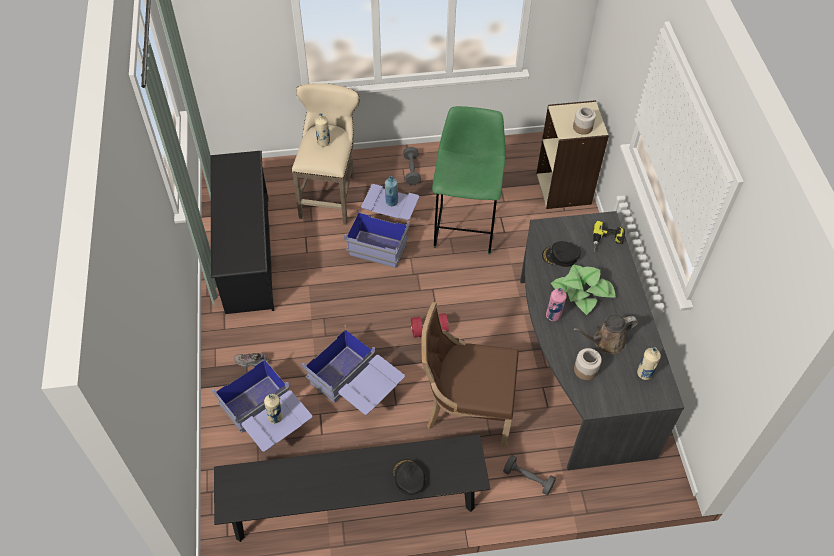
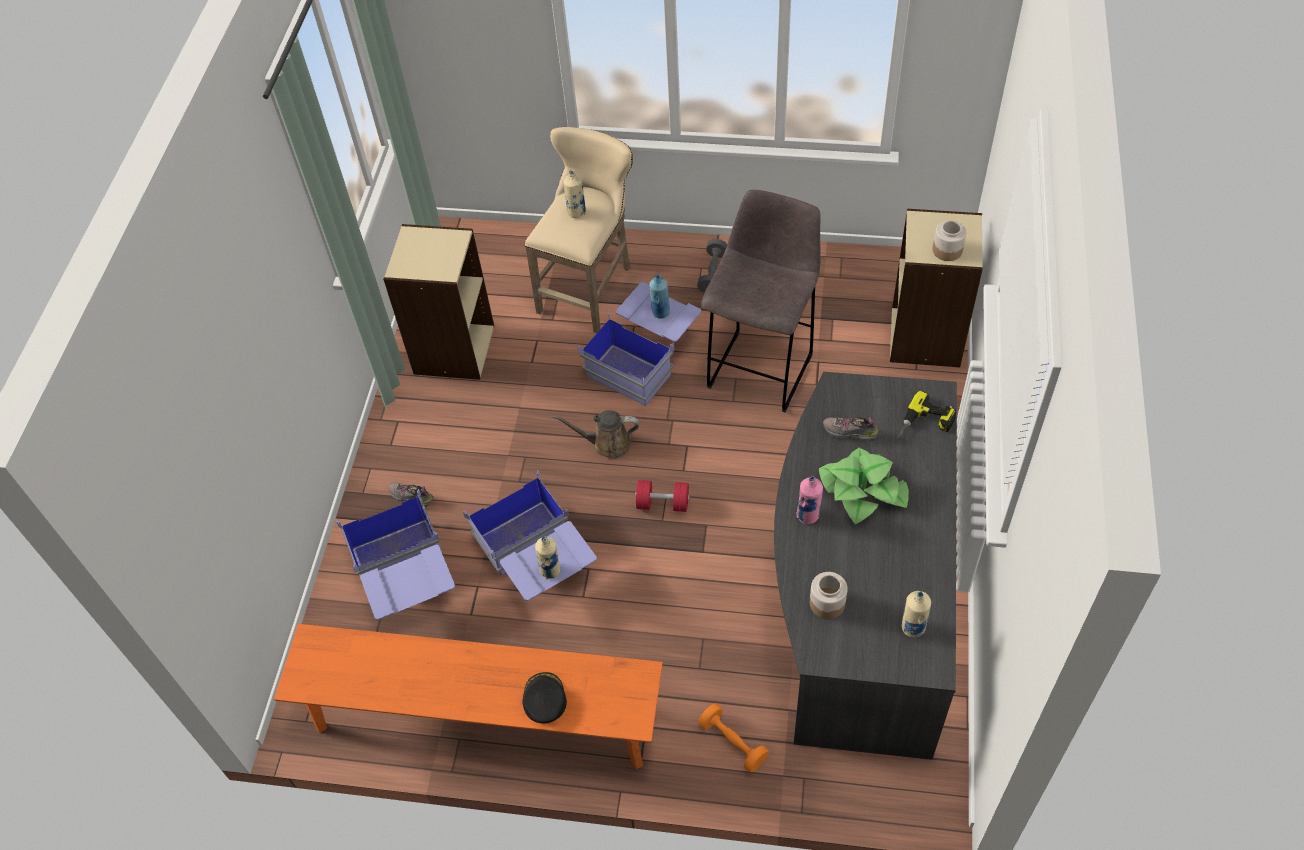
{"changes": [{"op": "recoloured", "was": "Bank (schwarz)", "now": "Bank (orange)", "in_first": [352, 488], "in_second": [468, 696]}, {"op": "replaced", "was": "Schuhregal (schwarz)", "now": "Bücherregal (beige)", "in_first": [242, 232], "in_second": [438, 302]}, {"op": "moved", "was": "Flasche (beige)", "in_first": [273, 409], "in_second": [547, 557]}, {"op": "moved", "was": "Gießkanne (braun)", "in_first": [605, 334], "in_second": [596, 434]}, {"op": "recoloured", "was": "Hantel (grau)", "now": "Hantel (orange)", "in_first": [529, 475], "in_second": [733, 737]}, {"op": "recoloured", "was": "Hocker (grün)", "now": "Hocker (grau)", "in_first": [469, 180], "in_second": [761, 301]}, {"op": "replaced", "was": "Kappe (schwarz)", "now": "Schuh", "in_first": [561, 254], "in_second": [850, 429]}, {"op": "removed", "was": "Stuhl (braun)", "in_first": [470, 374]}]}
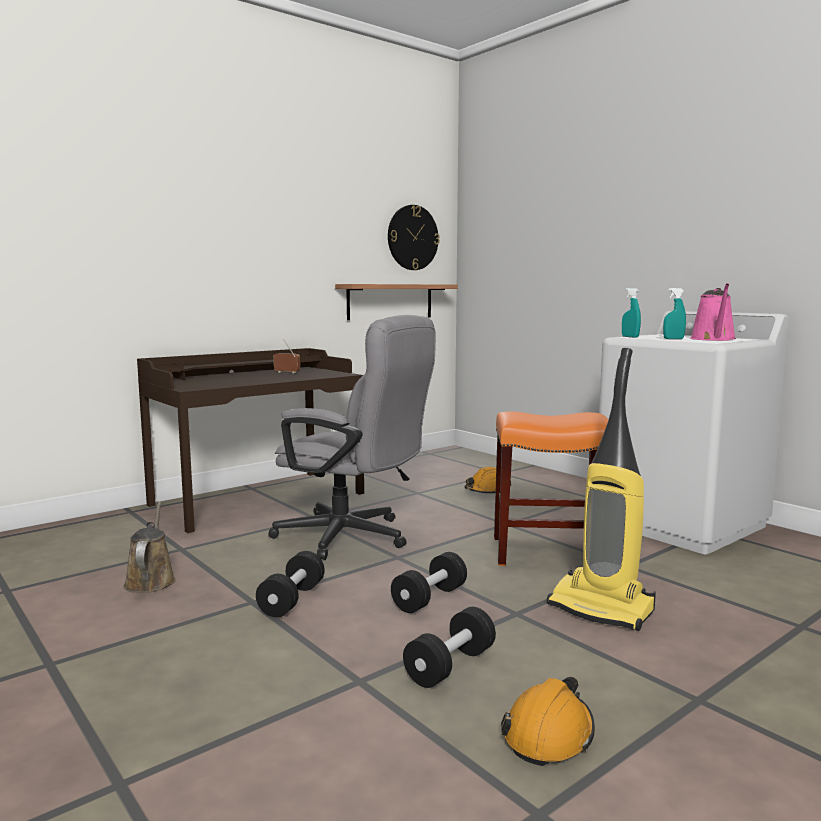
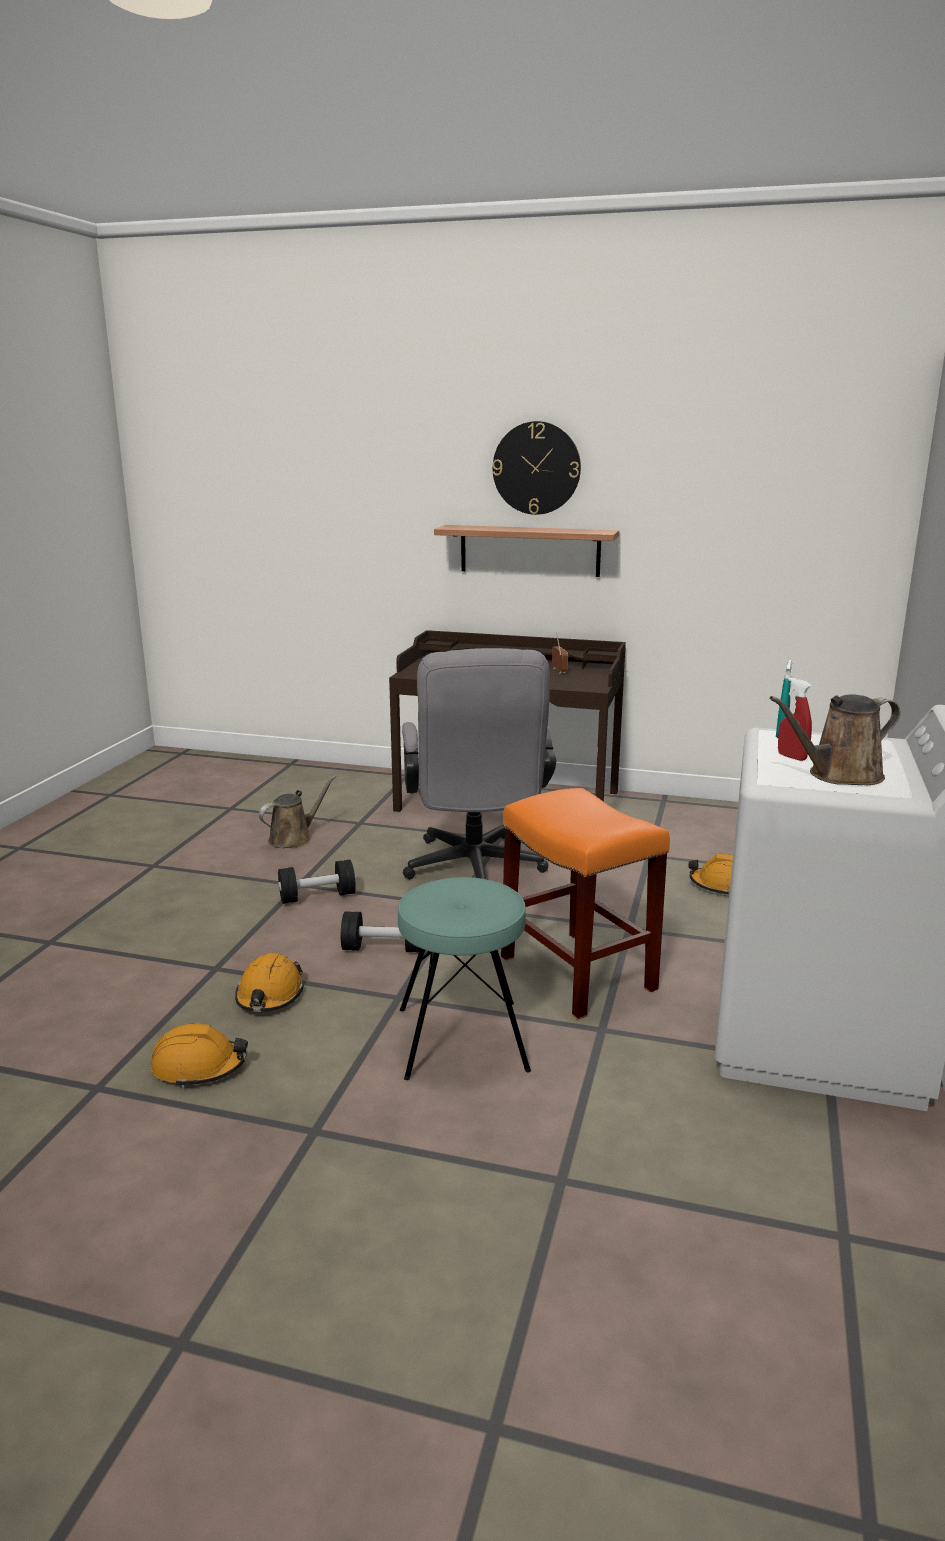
{"changes": [{"op": "replaced", "was": "Hantel (schwarz)", "now": "Schutzhelm (orange)", "in_first": [449, 647], "in_second": [269, 982]}, {"op": "replaced", "was": "Staubsauger", "now": "Hocker (türkis)", "in_first": [601, 489], "in_second": [464, 978]}, {"op": "moved", "was": "Wandregal", "in_first": [396, 302], "in_second": [526, 551]}, {"op": "moved", "was": "Wanduhr", "in_first": [414, 237], "in_second": [537, 468]}, {"op": "recoloured", "was": "Gießkanne (rosa)", "now": "Gießkanne (braun)", "in_first": [713, 312], "in_second": [835, 739]}, {"op": "recoloured", "was": "Sprühflasche (türkis)", "now": "Sprühflasche (rot)", "in_first": [674, 313], "in_second": [795, 719]}]}
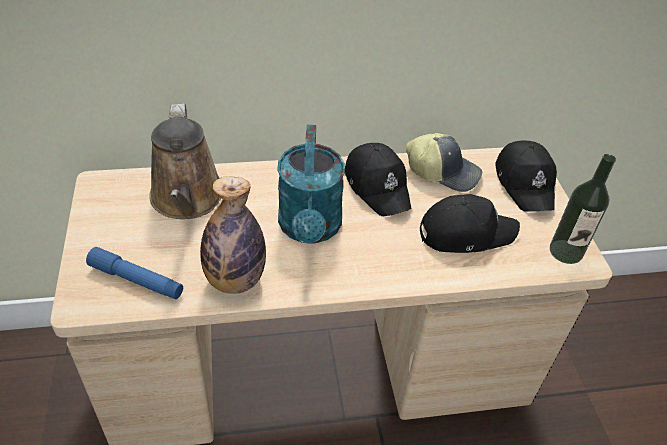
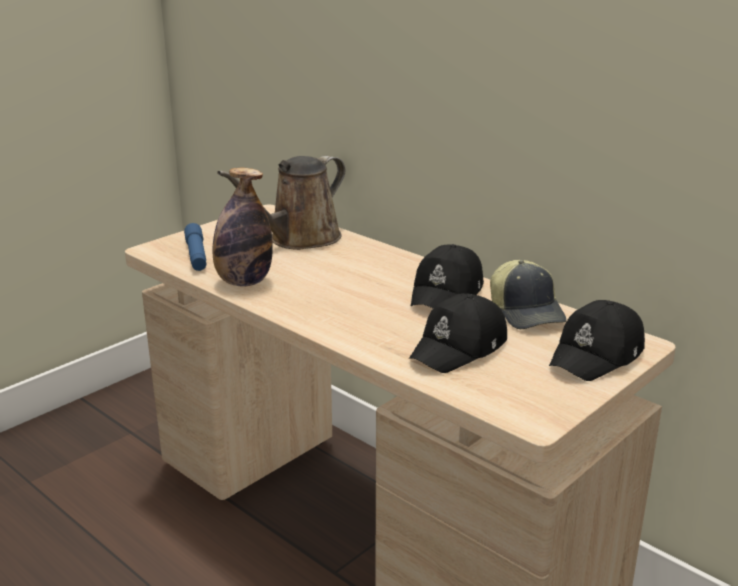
{"changes": [{"op": "turned", "was": "Kappe (schwarz)", "in_first": [470, 223], "in_second": [458, 333], "clockwise": 90}, {"op": "removed", "was": "Gießkanne (türkis)", "in_first": [311, 184]}, {"op": "removed", "was": "Flasche", "in_first": [583, 209]}]}
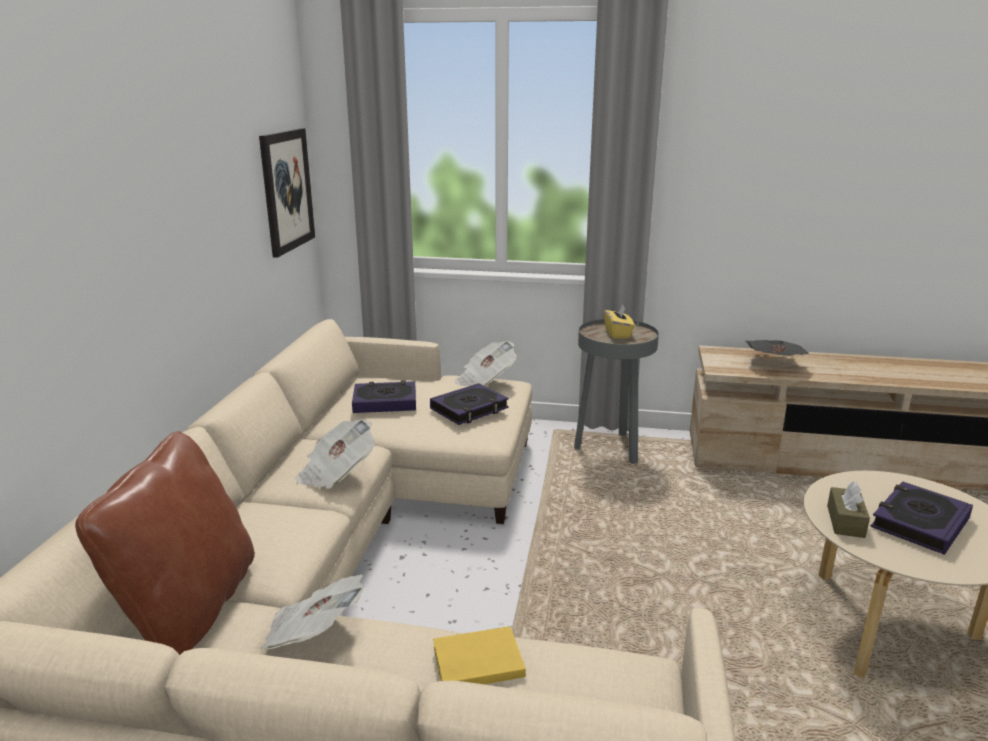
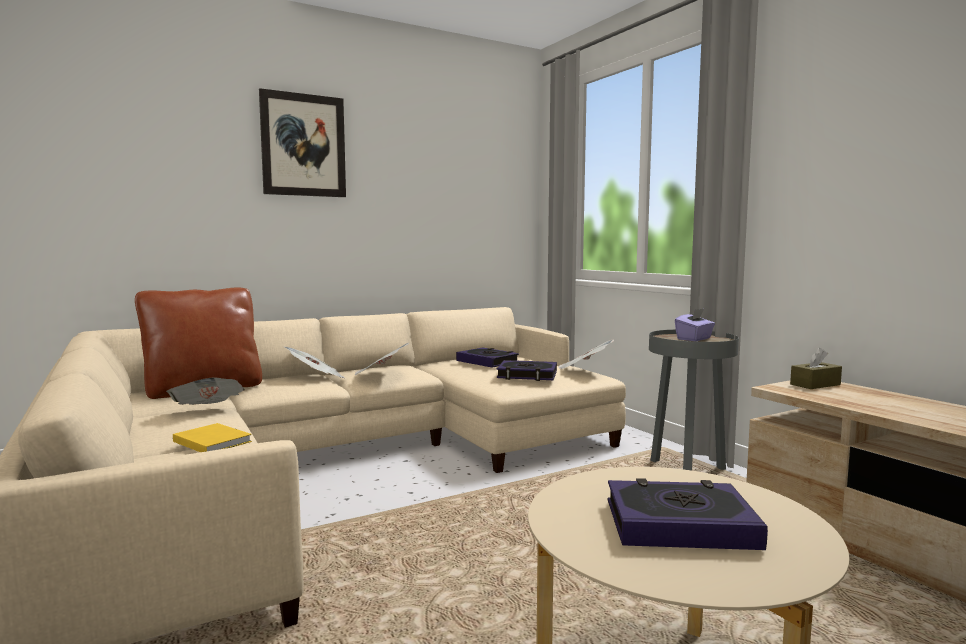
{"changes": [{"op": "moved", "was": "Bild", "in_first": [287, 193], "in_second": [302, 142]}, {"op": "moved", "was": "Zeitung", "in_first": [776, 348], "in_second": [314, 362]}, {"op": "recoloured", "was": "Taschentuchbox (gelb)", "now": "Taschentuchbox (lila)", "in_first": [619, 321], "in_second": [695, 325]}, {"op": "moved", "was": "Taschentuchbox (braun)", "in_first": [848, 509], "in_second": [816, 368]}]}
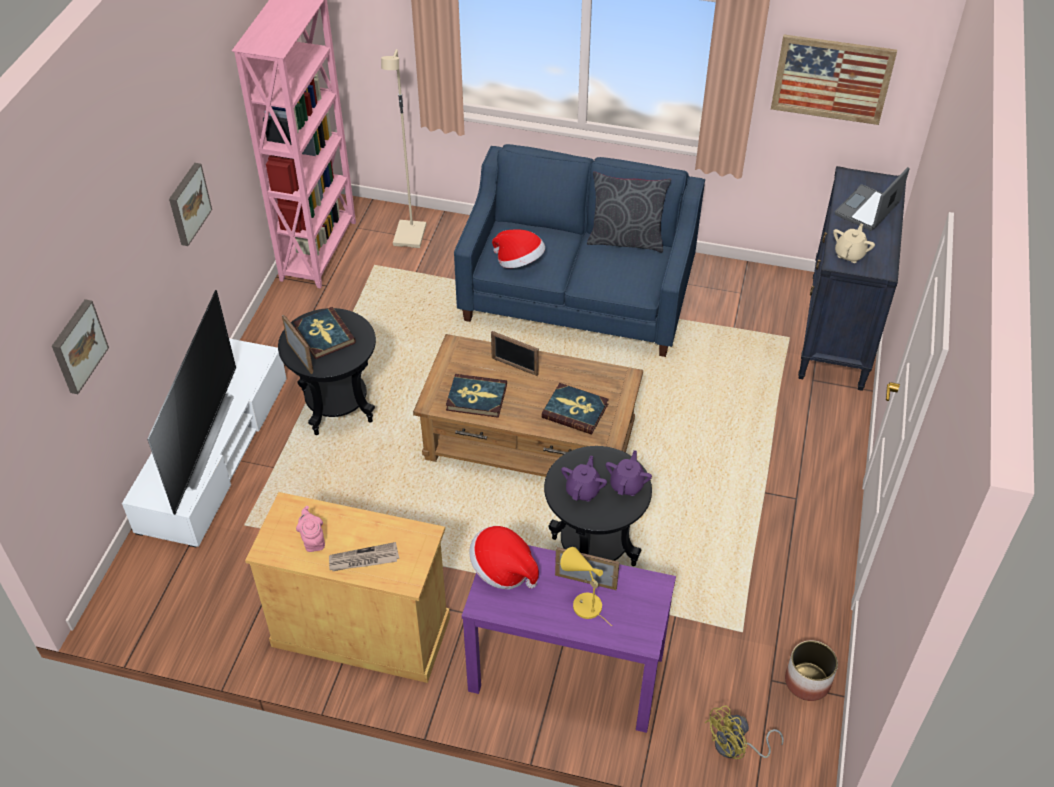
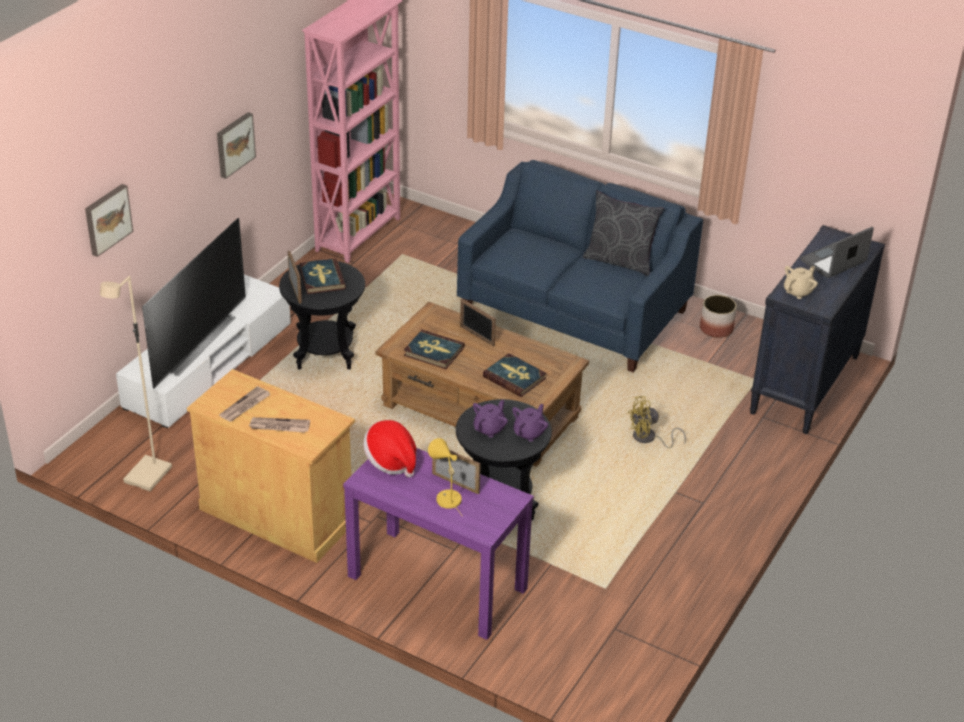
{"changes": [{"op": "moved", "was": "Stehlampe (beige)", "in_first": [403, 148], "in_second": [136, 383]}, {"op": "replaced", "was": "Teekanne (rosa)", "now": "Zeitung", "in_first": [310, 529], "in_second": [244, 404]}, {"op": "moved", "was": "Ventilator (gelb)", "in_first": [744, 732], "in_second": [657, 422]}, {"op": "moved", "was": "Pflanzkübel", "in_first": [811, 670], "in_second": [718, 316]}, {"op": "removed", "was": "Hut", "in_first": [518, 249]}, {"op": "removed", "was": "Bild", "in_first": [834, 80]}]}
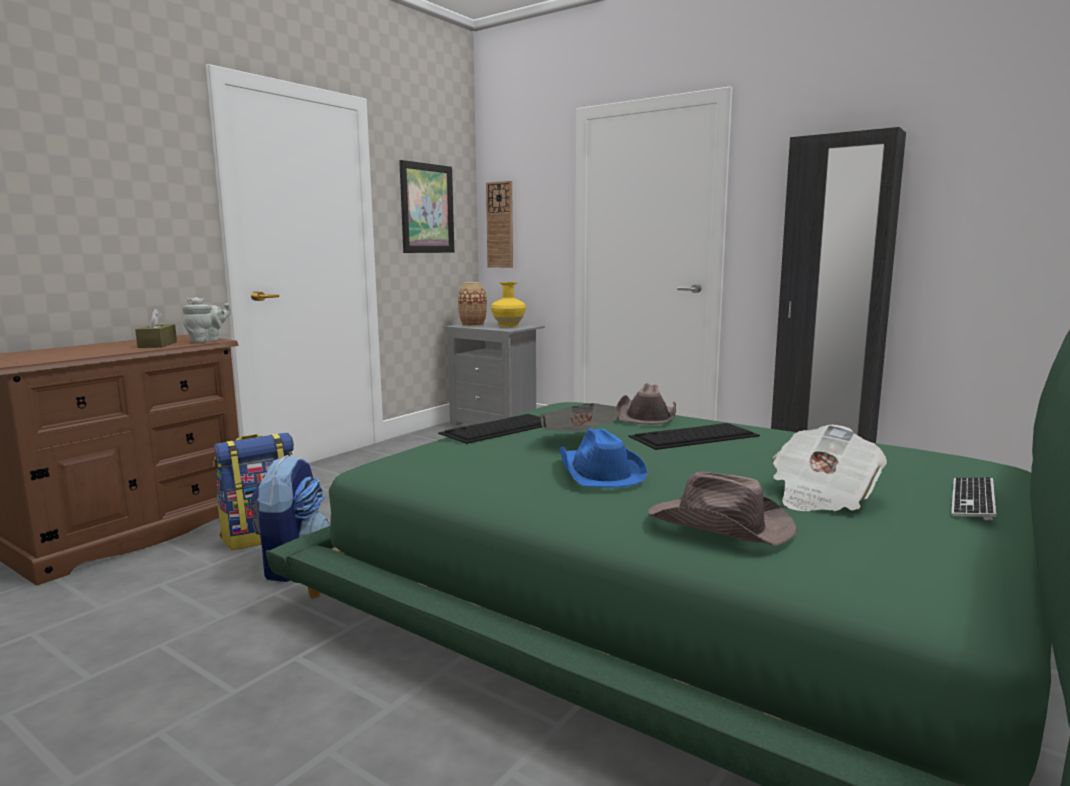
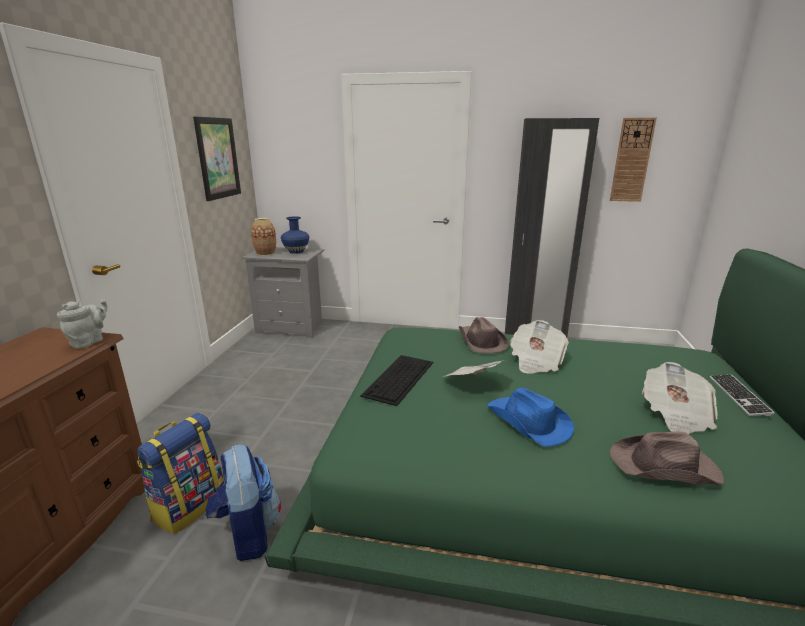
{"changes": [{"op": "recoloured", "was": "Vase (gelb)", "now": "Vase (blau)", "in_first": [508, 304], "in_second": [295, 235]}, {"op": "replaced", "was": "Tastatur", "now": "Zeitung", "in_first": [694, 436], "in_second": [539, 347]}, {"op": "moved", "was": "Wanduhr", "in_first": [499, 224], "in_second": [633, 160]}, {"op": "removed", "was": "Taschentuchbox (braun)", "in_first": [156, 328]}]}
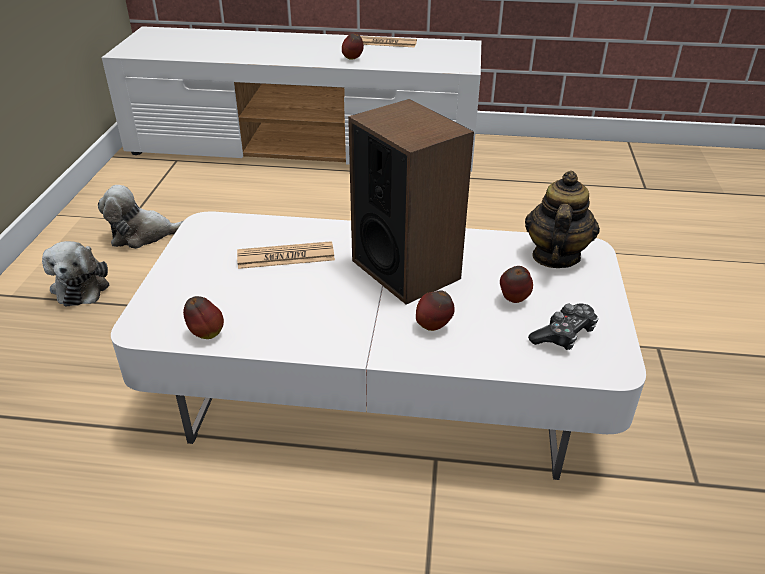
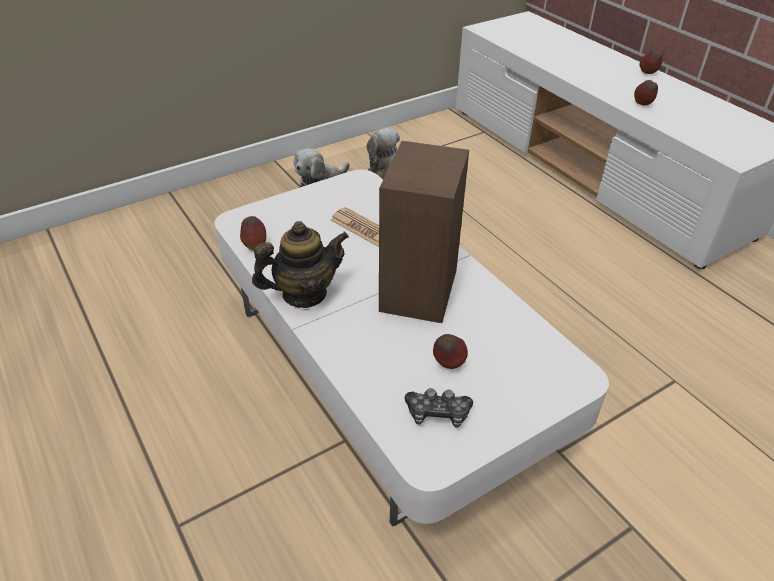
{"changes": [{"op": "moved", "was": "Teekanne", "in_first": [562, 219], "in_second": [300, 264]}, {"op": "moved", "was": "Apfel", "in_first": [435, 310], "in_second": [651, 62]}, {"op": "removed", "was": "Zeitung", "in_first": [389, 42]}]}
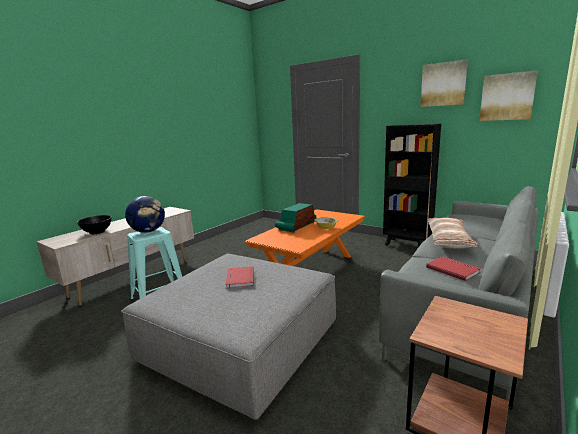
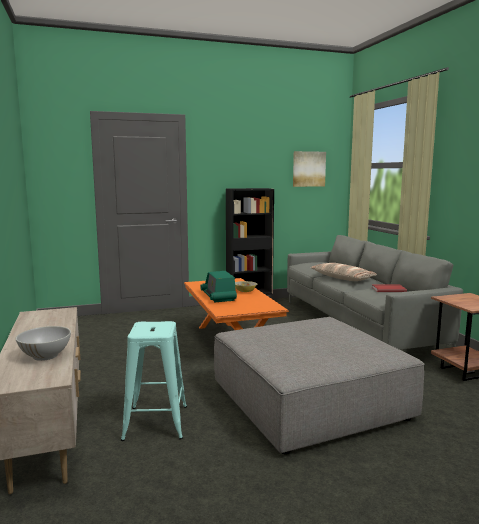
{"changes": [{"op": "recoloured", "was": "Schüssel (schwarz)", "now": "Schüssel (weiß)", "in_first": [94, 224], "in_second": [43, 343]}, {"op": "removed", "was": "Globus", "in_first": [145, 214]}, {"op": "removed", "was": "Buch (rot)", "in_first": [239, 277]}, {"op": "removed", "was": "Bild", "in_first": [444, 83]}]}
